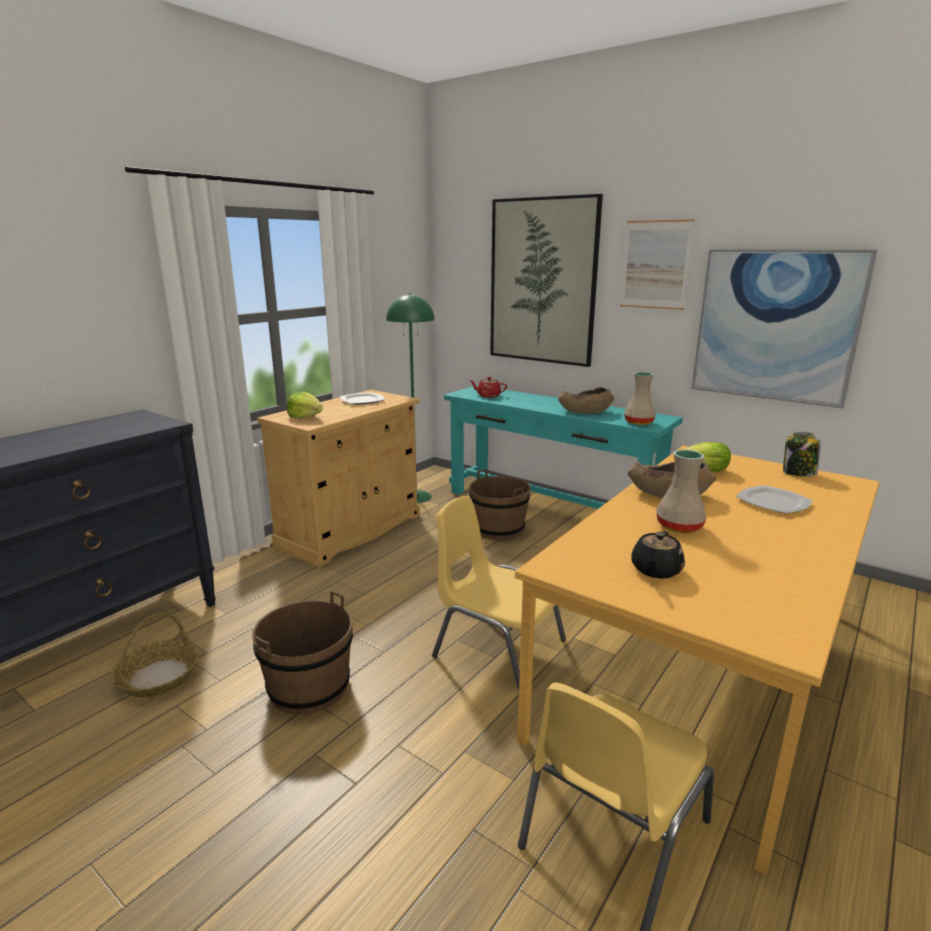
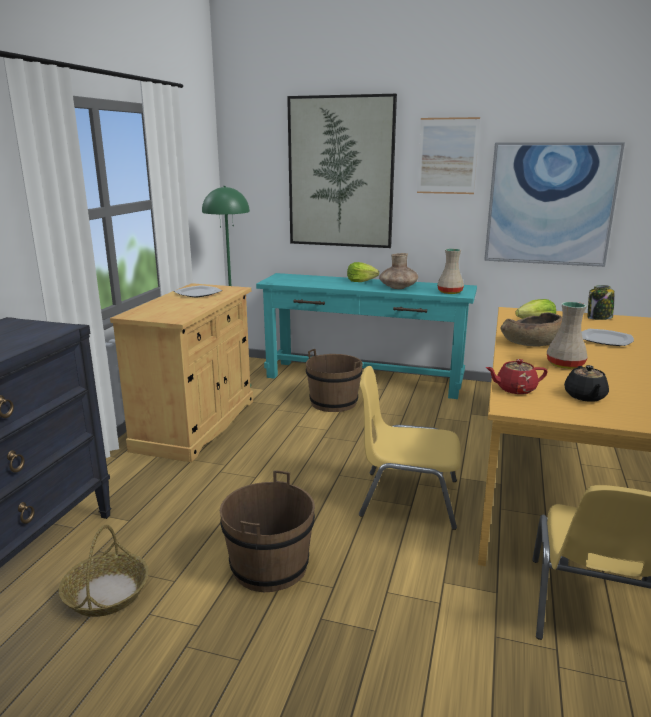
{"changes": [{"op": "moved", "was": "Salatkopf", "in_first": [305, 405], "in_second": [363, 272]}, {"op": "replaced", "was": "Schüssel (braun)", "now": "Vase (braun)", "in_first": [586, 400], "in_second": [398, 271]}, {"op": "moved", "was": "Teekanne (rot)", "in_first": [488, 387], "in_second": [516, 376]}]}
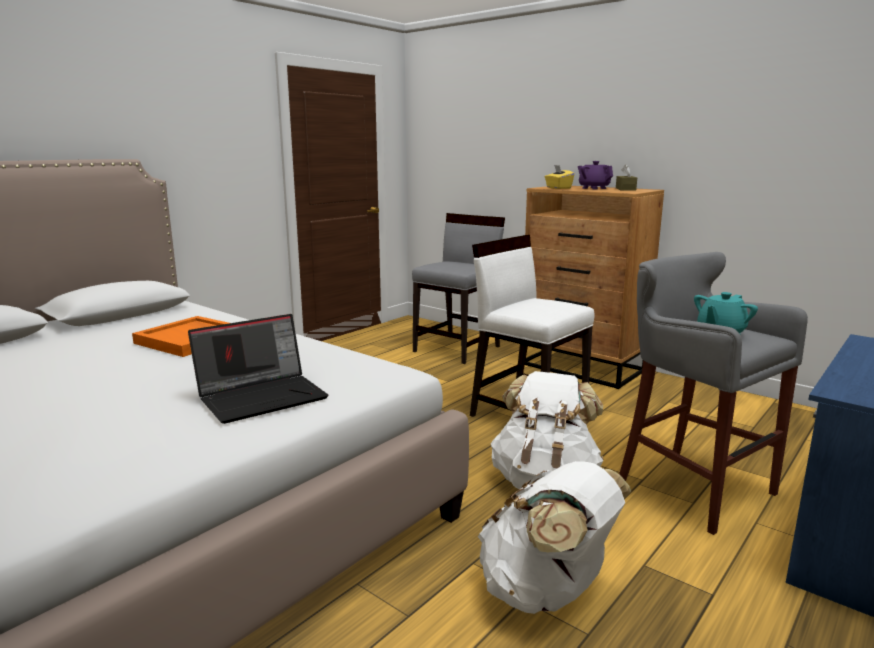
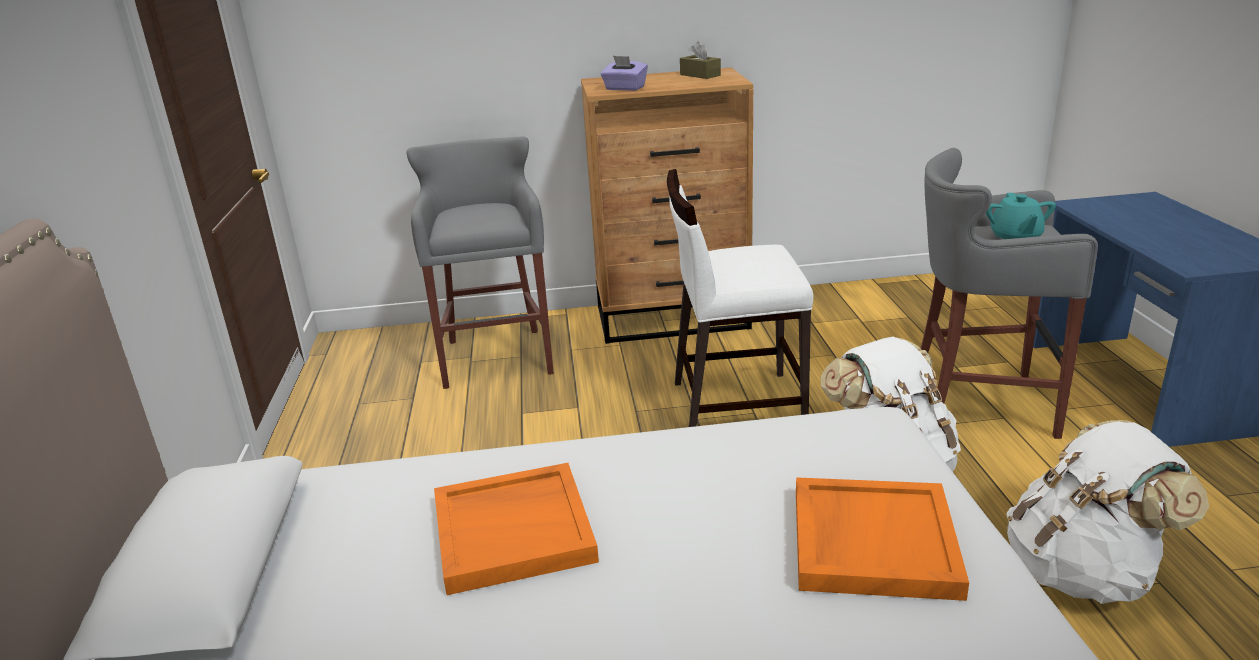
{"changes": [{"op": "replaced", "was": "Stuhl (grau)", "now": "Hocker (grau)", "in_first": [458, 288], "in_second": [480, 262]}, {"op": "recoloured", "was": "Taschentuchbox (gelb)", "now": "Taschentuchbox (lila)", "in_first": [559, 177], "in_second": [624, 73]}, {"op": "replaced", "was": "Laptop", "now": "Tablett (orange)", "in_first": [258, 369], "in_second": [882, 539]}, {"op": "removed", "was": "Teekanne (lila)", "in_first": [595, 175]}]}
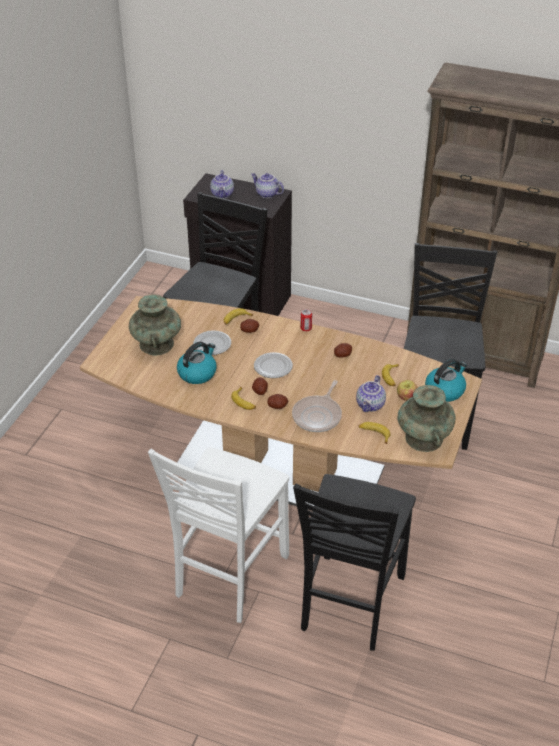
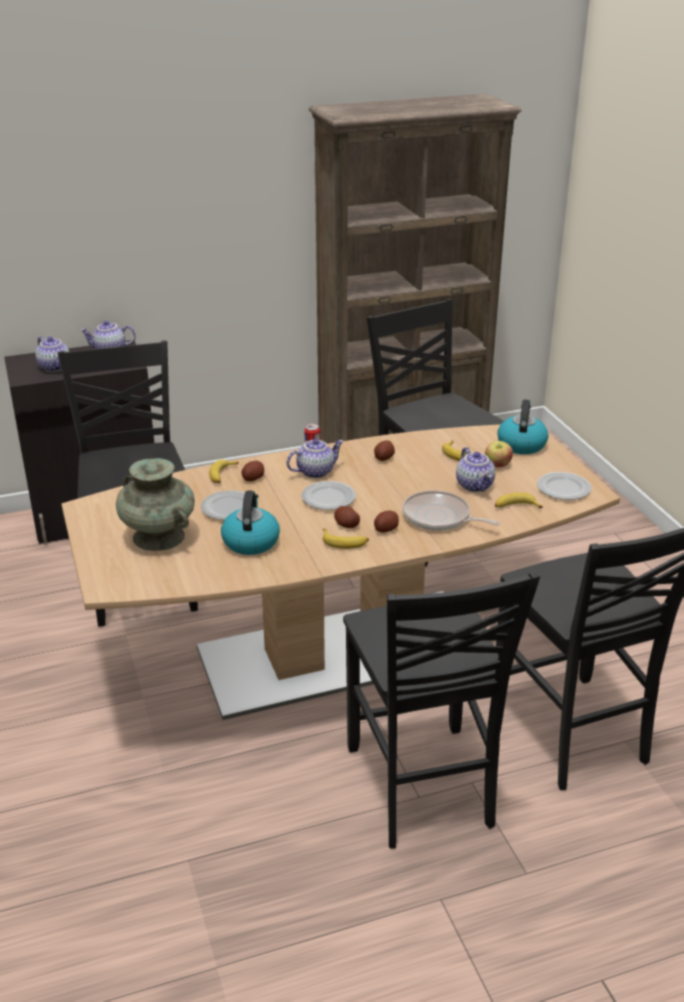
{"changes": [{"op": "added", "now": "Teekanne", "in_second": [315, 458]}, {"op": "recoloured", "was": "Stuhl (weiß)", "now": "Stuhl (schwarz)", "in_first": [218, 535], "in_second": [441, 710]}, {"op": "turned", "was": "Pfanne", "in_first": [317, 406], "in_second": [451, 510], "clockwise": 135}, {"op": "replaced", "was": "Vase (türkis)", "now": "Teller", "in_first": [426, 418], "in_second": [564, 486]}]}
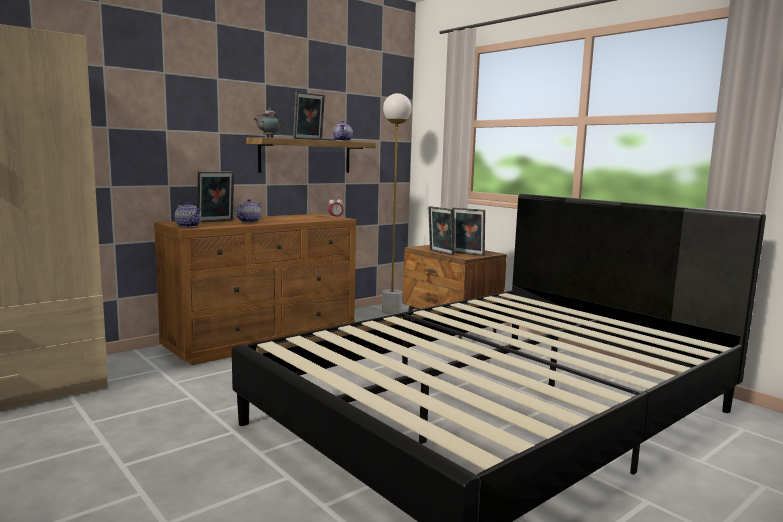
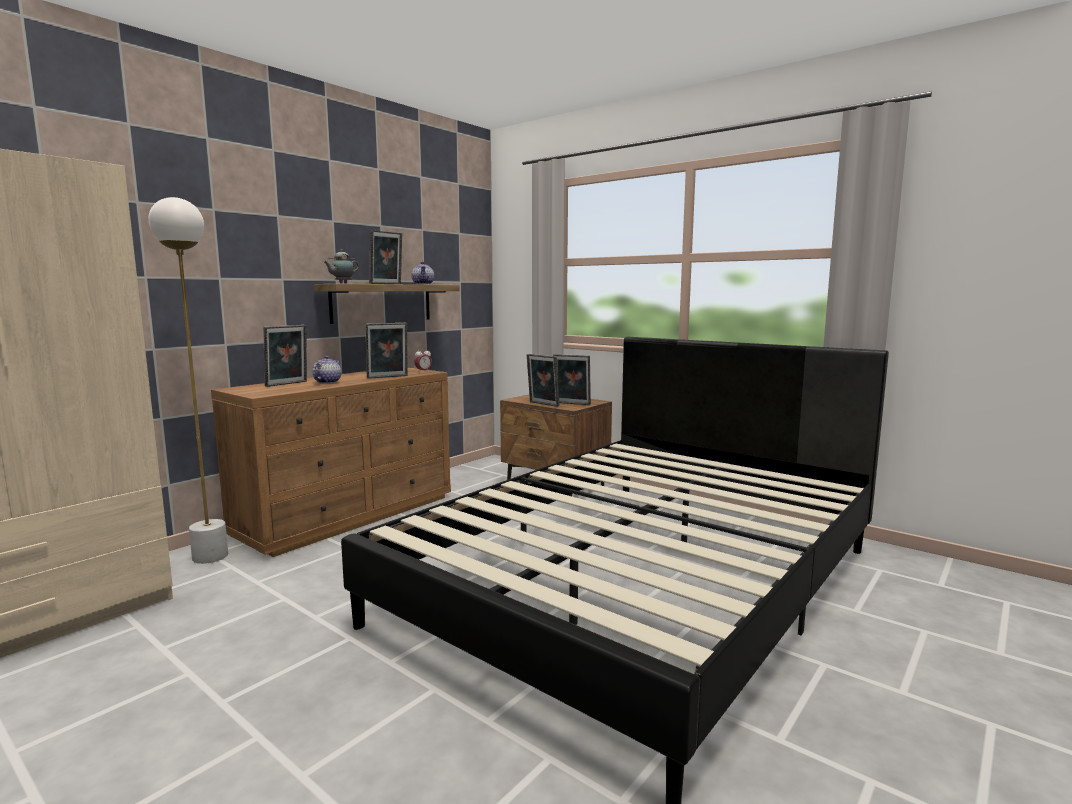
{"changes": [{"op": "moved", "was": "Stehlampe (weiß)", "in_first": [397, 203], "in_second": [188, 380]}, {"op": "added", "now": "Bilderrahmen", "in_second": [386, 351]}, {"op": "removed", "was": "Teekanne", "in_first": [188, 214]}]}
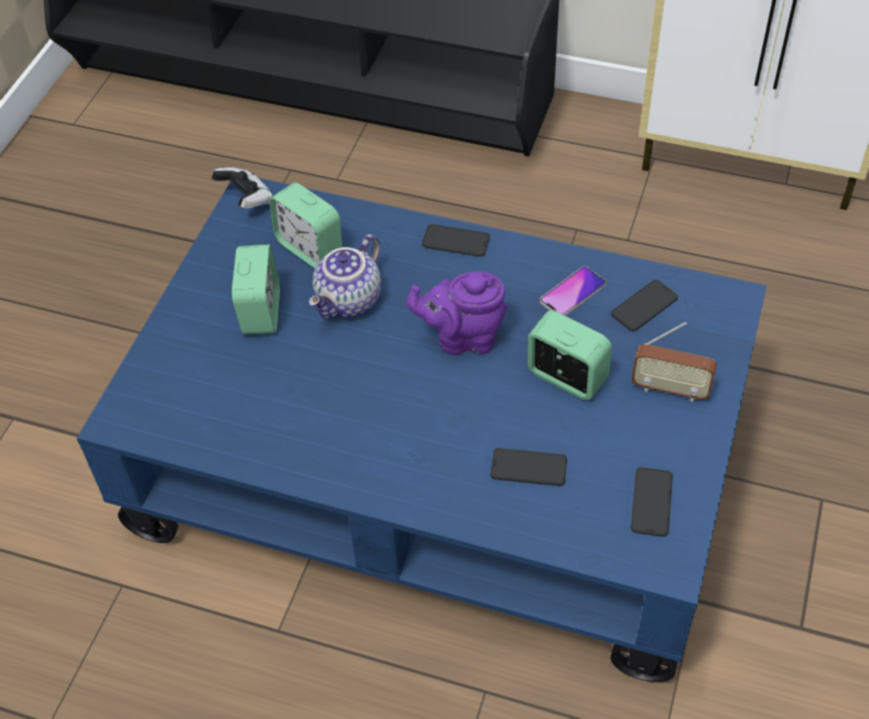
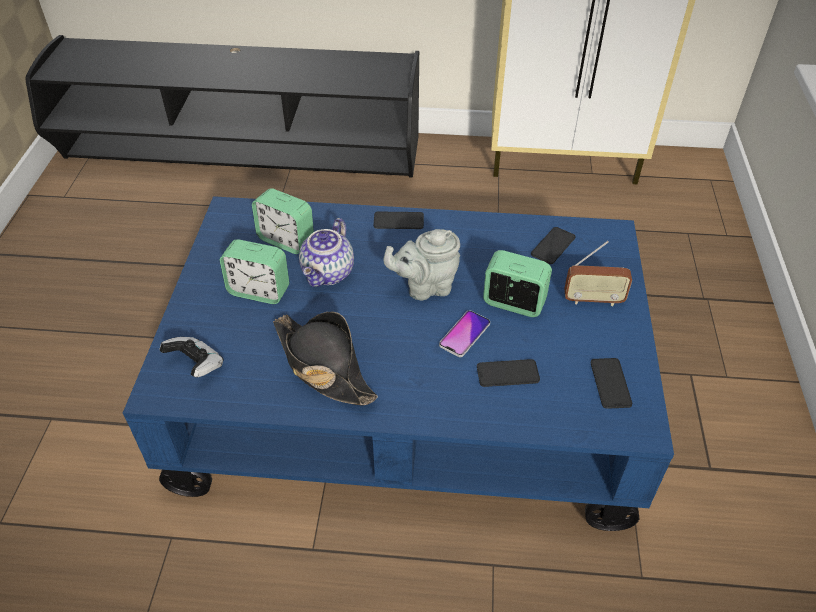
{"changes": [{"op": "moved", "was": "Gamepad", "in_first": [243, 188], "in_second": [191, 357]}, {"op": "turned", "was": "Wecker", "in_first": [256, 289], "in_second": [254, 271], "clockwise": 120}, {"op": "added", "now": "Hut (schwarz)", "in_second": [325, 358]}, {"op": "recoloured", "was": "Teekanne (lila)", "now": "Teekanne (grau)", "in_first": [457, 313], "in_second": [421, 264]}, {"op": "moved", "was": "Handy", "in_first": [573, 291], "in_second": [464, 333]}]}
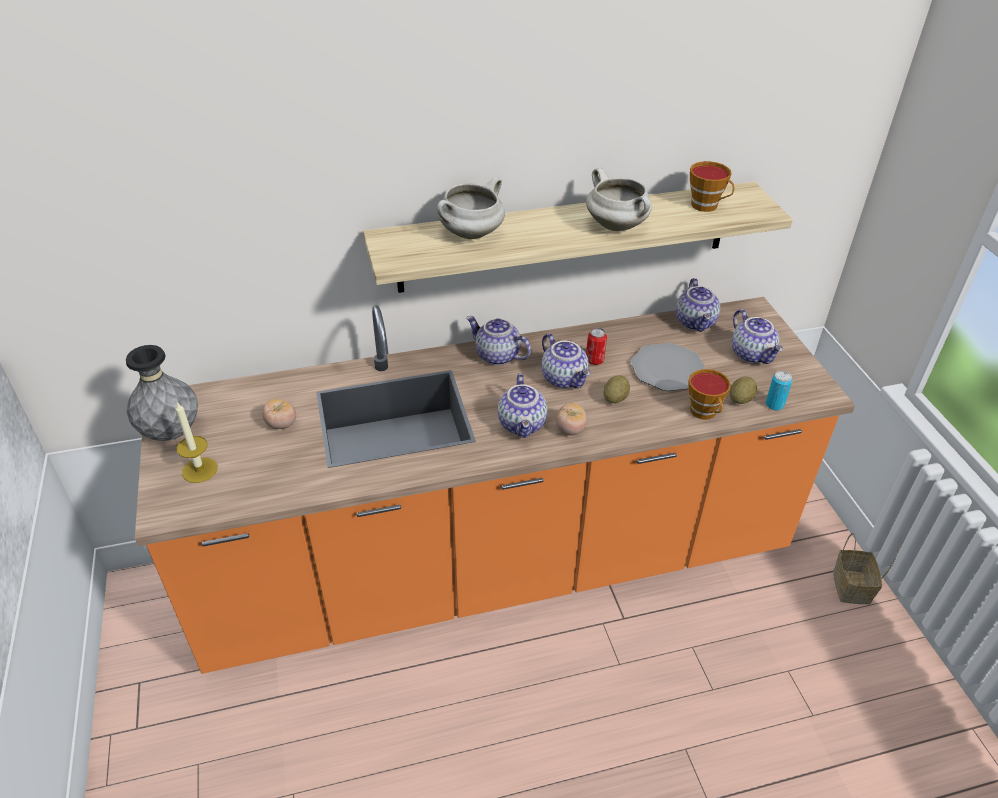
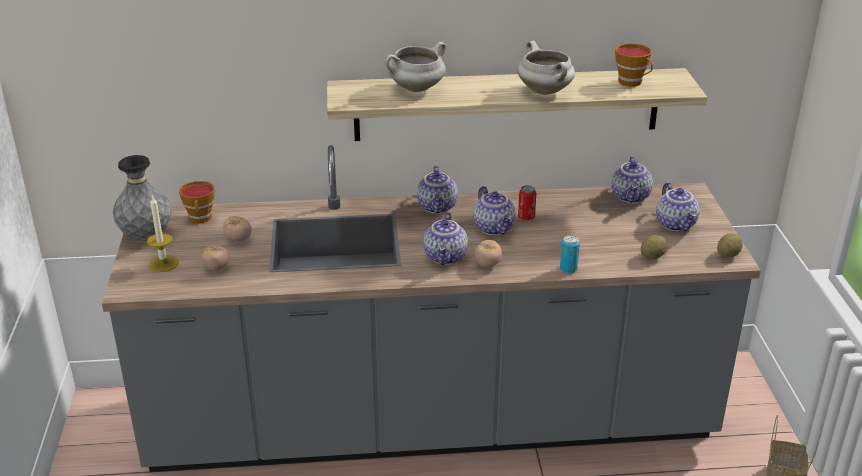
{"changes": [{"op": "recoloured", "was": "Küchenzeile (orange)", "now": "Küchenzeile (grau)", "in_first": [495, 485], "in_second": [431, 308]}, {"op": "moved", "was": "Tasse", "in_first": [710, 394], "in_second": [196, 202]}, {"op": "added", "now": "Tomate", "in_second": [215, 257]}, {"op": "turned", "was": "Teekanne", "in_first": [498, 340], "in_second": [437, 190], "clockwise": -135}, {"op": "moved", "was": "Dose", "in_first": [779, 390], "in_second": [570, 254]}, {"op": "moved", "was": "Kartoffel", "in_first": [616, 389], "in_second": [730, 245]}, {"op": "removed", "was": "Teller", "in_first": [668, 367]}]}
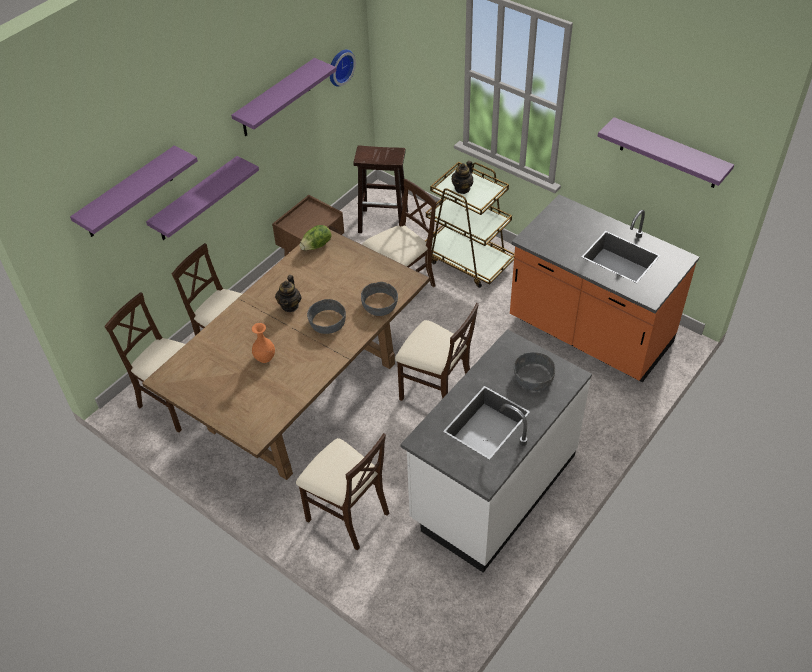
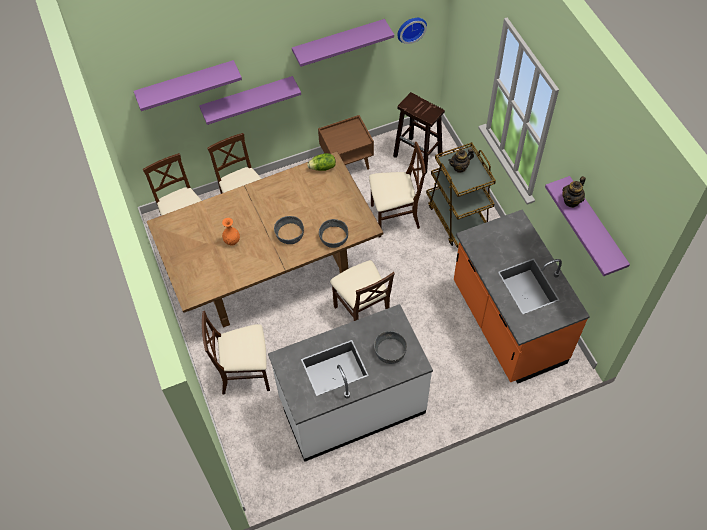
{"changes": [{"op": "turned", "was": "Stuhl (beige)", "in_first": [342, 491], "in_second": [236, 353], "clockwise": 105}, {"op": "moved", "was": "Teekanne", "in_first": [288, 293], "in_second": [574, 192]}]}
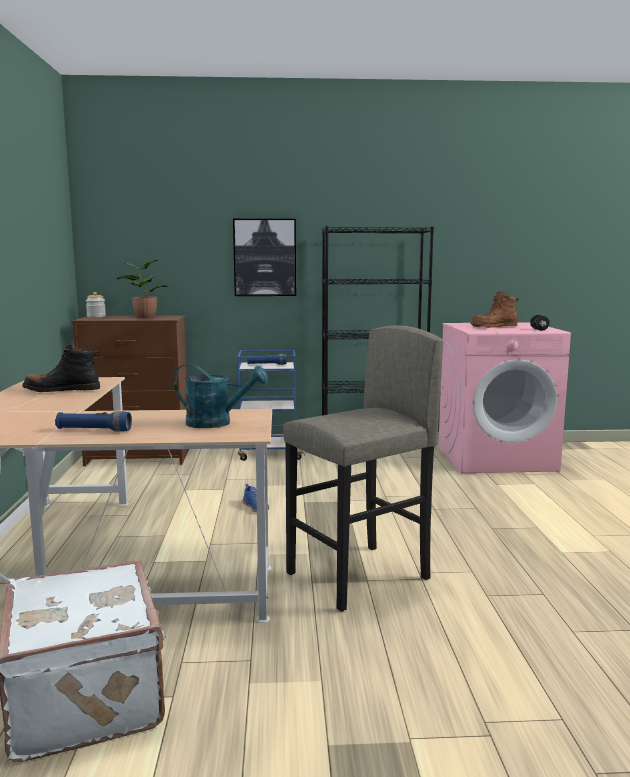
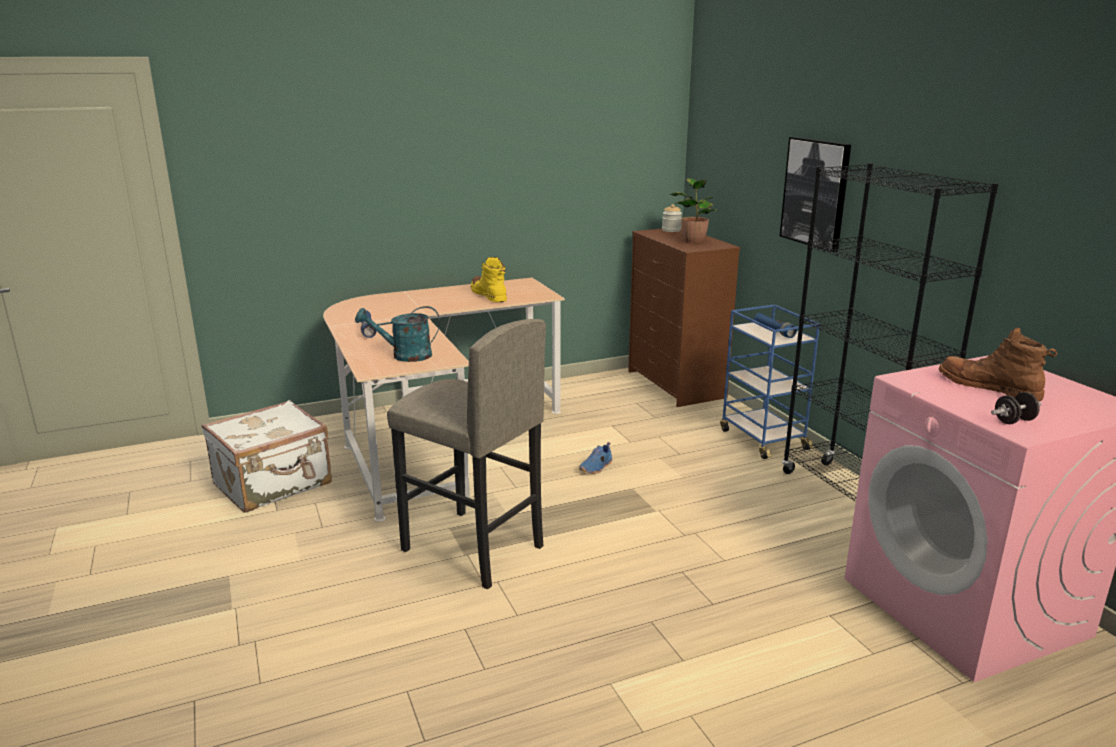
{"changes": [{"op": "turned", "was": "Gießkanne (türkis)", "in_first": [221, 396], "in_second": [397, 334], "clockwise": 90}, {"op": "recoloured", "was": "Stiefel (schwarz)", "now": "Stiefel (gelb)", "in_first": [61, 367], "in_second": [489, 279]}]}
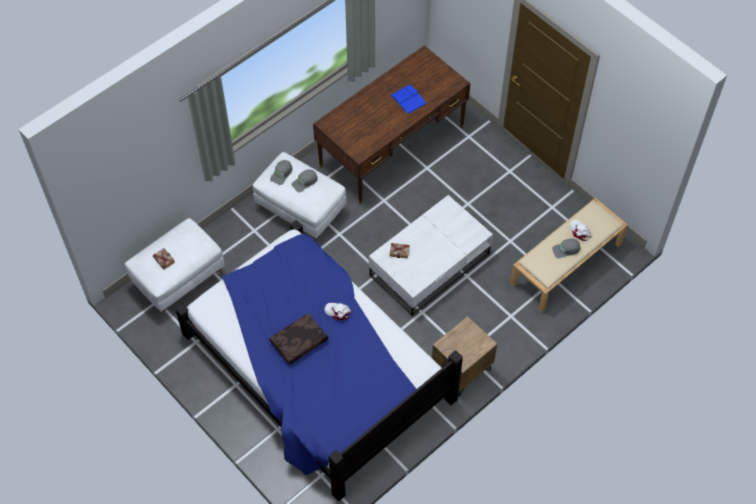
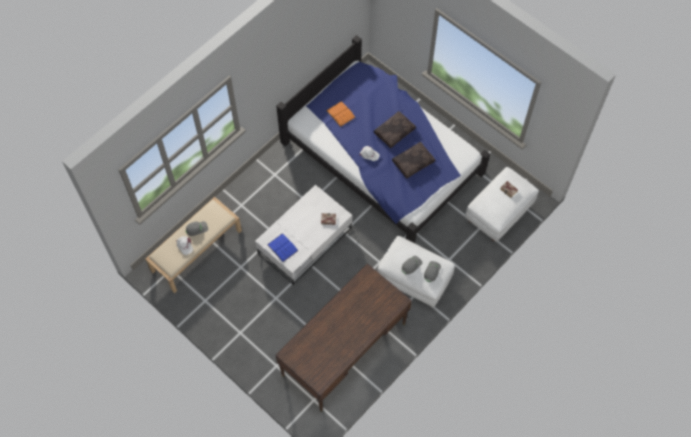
{"changes": [{"op": "moved", "was": "Buch (blau)", "in_first": [408, 99], "in_second": [283, 247]}, {"op": "added", "now": "Buch (orange)", "in_second": [341, 114]}, {"op": "added", "now": "Kissen (braun)", "in_second": [413, 160]}, {"op": "removed", "was": "Nachttisch (braun)", "in_first": [464, 356]}]}
